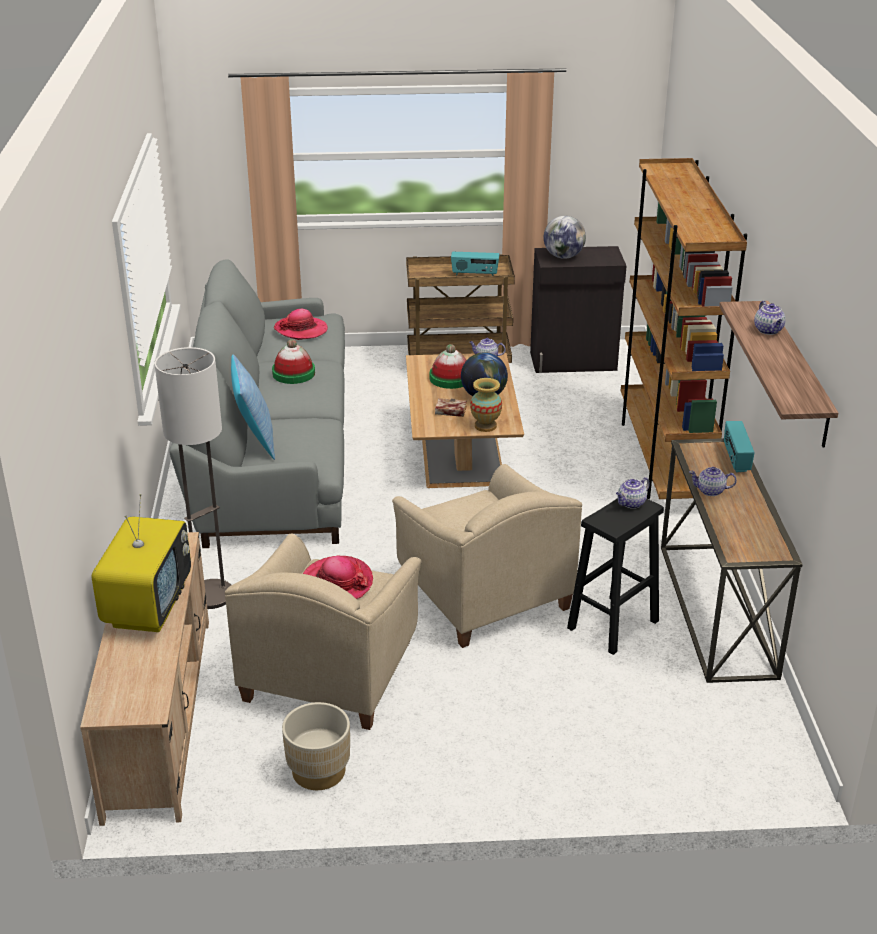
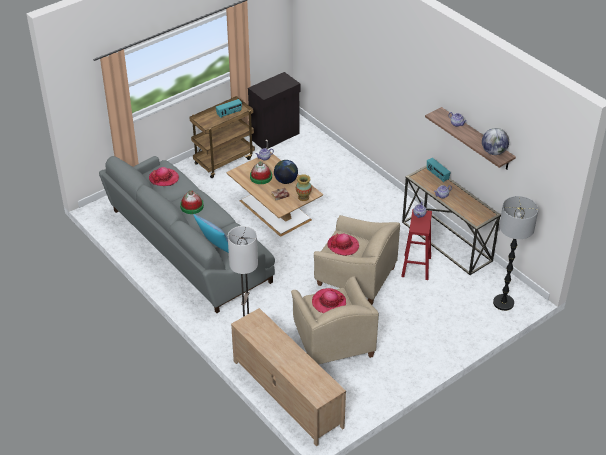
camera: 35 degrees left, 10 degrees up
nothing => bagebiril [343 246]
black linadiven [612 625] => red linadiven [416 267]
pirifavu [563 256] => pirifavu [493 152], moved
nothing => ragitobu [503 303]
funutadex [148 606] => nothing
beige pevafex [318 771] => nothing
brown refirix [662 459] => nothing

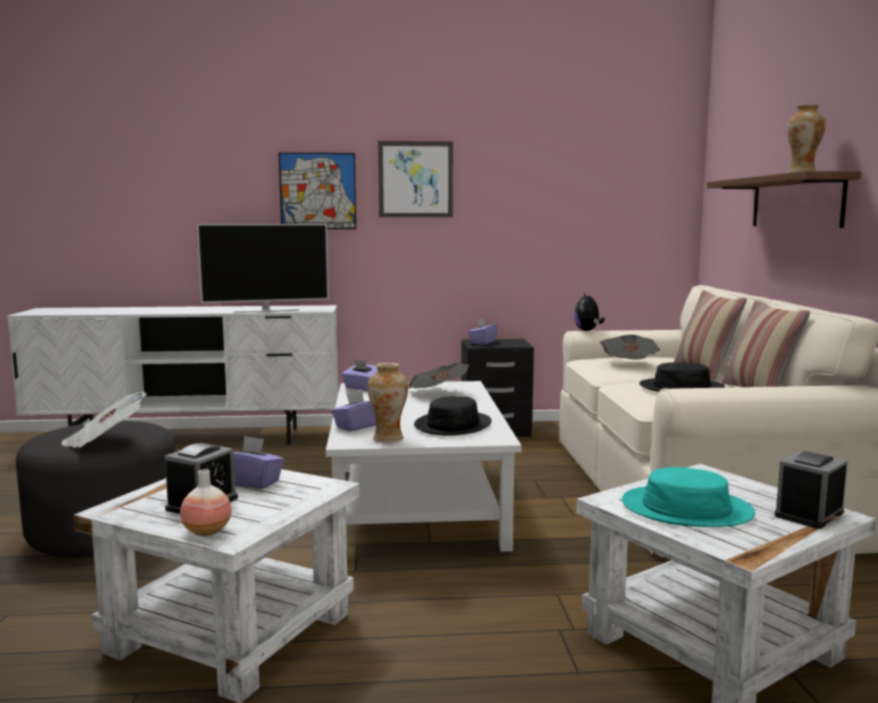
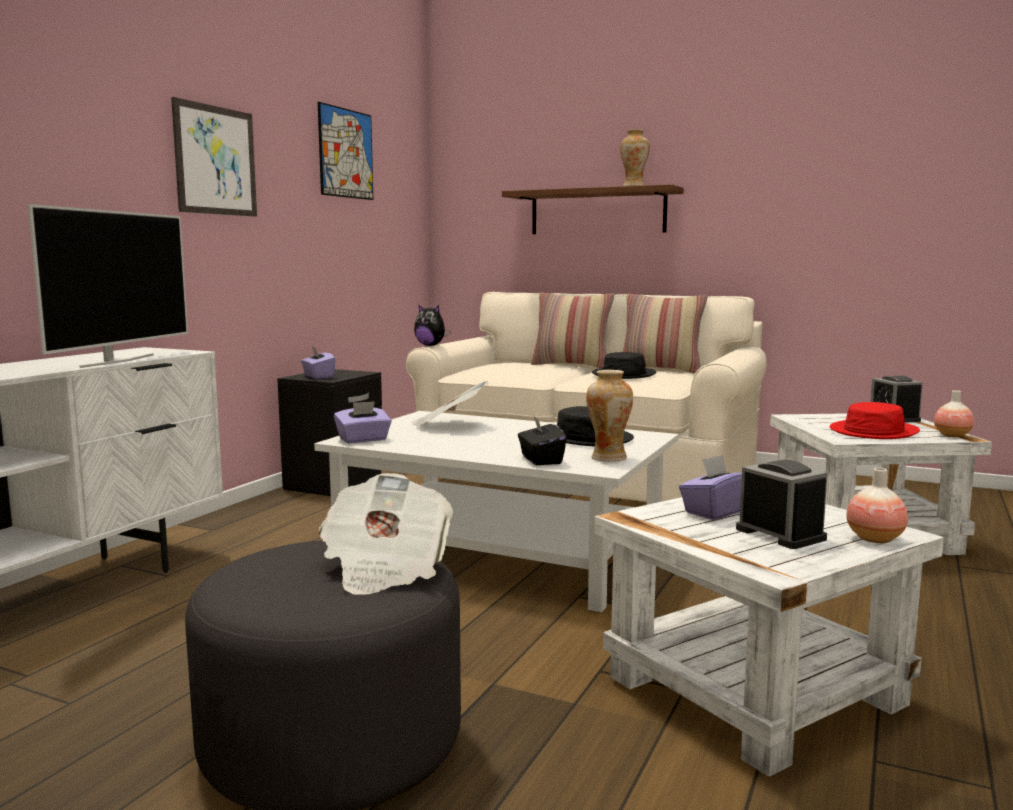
camera: 60 degrees left, 0 degrees up
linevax [318 191] => linevax [346 153], moved
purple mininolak [357 426] => black mininolak [540 460]
turquoise bagebiril [686 509] => red bagebiril [873 431]
nothing => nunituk [952 435]
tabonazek [629 364] => nothing

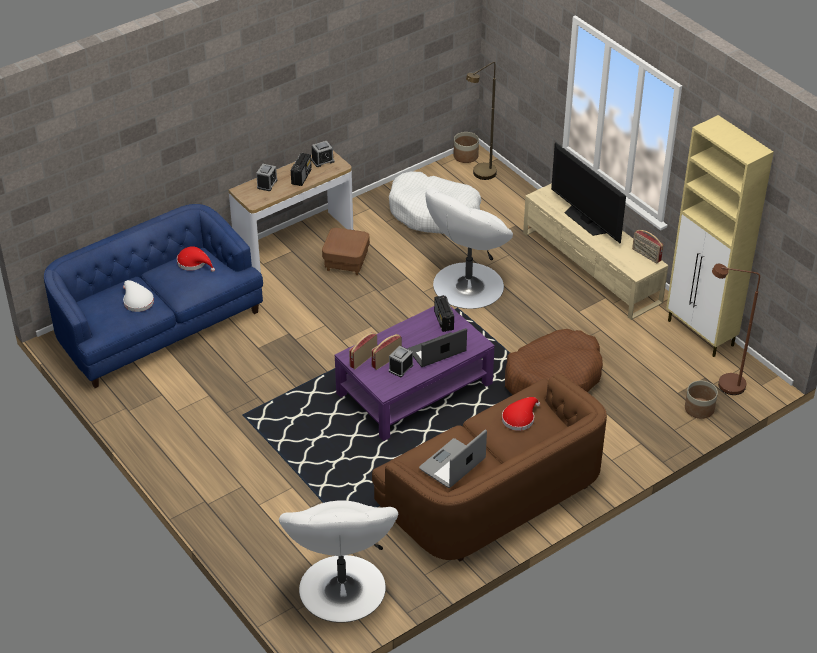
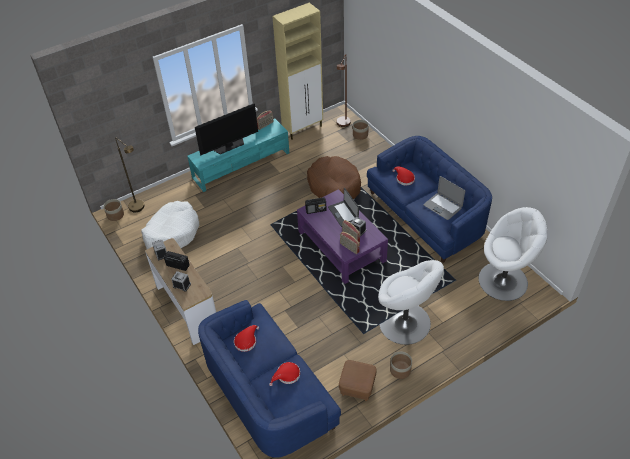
camera: 85 degrees left, 5 degrees up
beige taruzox [591 267] => turquoise taruzox [242 165]
white bagebiril [137 301] => red bagebiril [286 375]
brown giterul [346 263] => brown giterul [357 387], moved
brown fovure [493 495] => blue fovure [426 215]
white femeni [467 286] => white femeni [405 323], moved
nothing => pevafex [400 370]

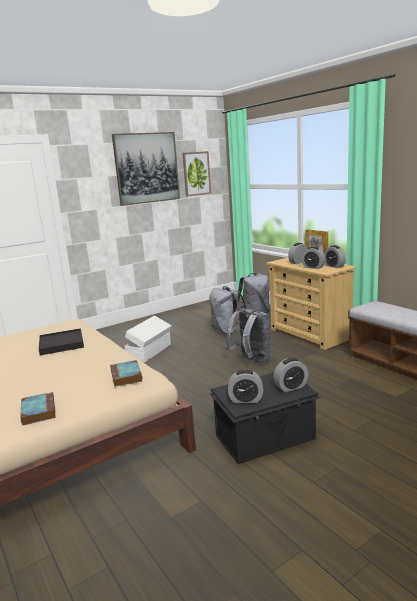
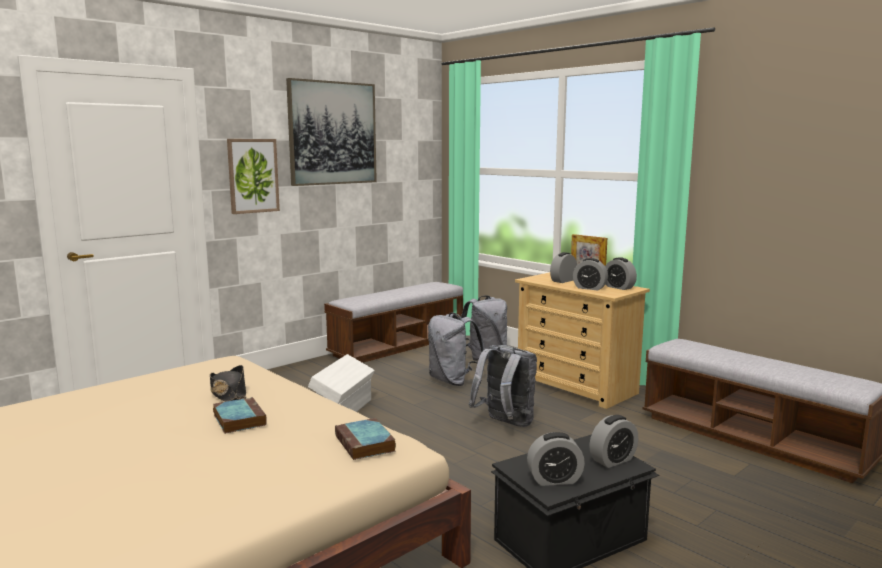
camera: 10 degrees left, 5 degrees down
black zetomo [62 344] => black bagebiril [228 393]
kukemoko [38 411] => kukemoko [238 419], moved
linevax [196 173] => linevax [253 176], moved
nothing => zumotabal [398 346]

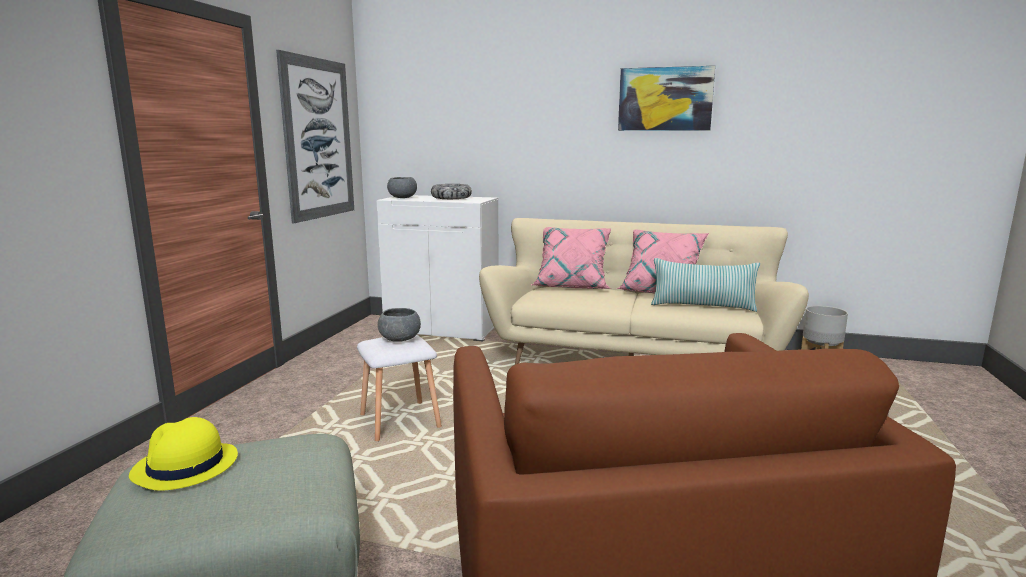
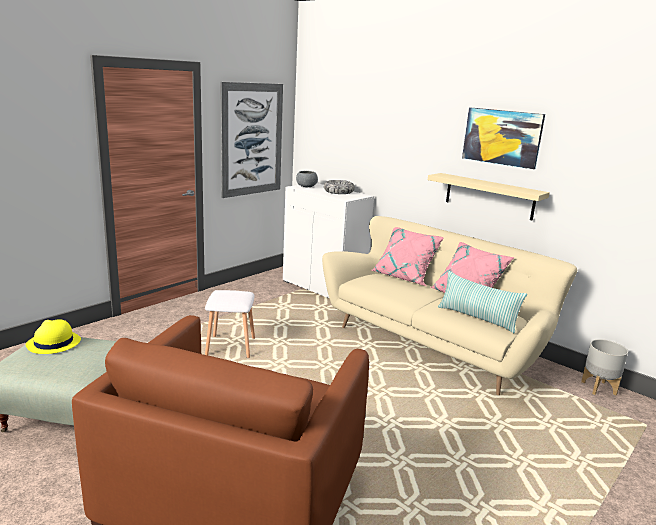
camera: 25 degrees right, 5 degrees up
nothing => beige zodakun [489 196]
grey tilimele [400 339] => nothing

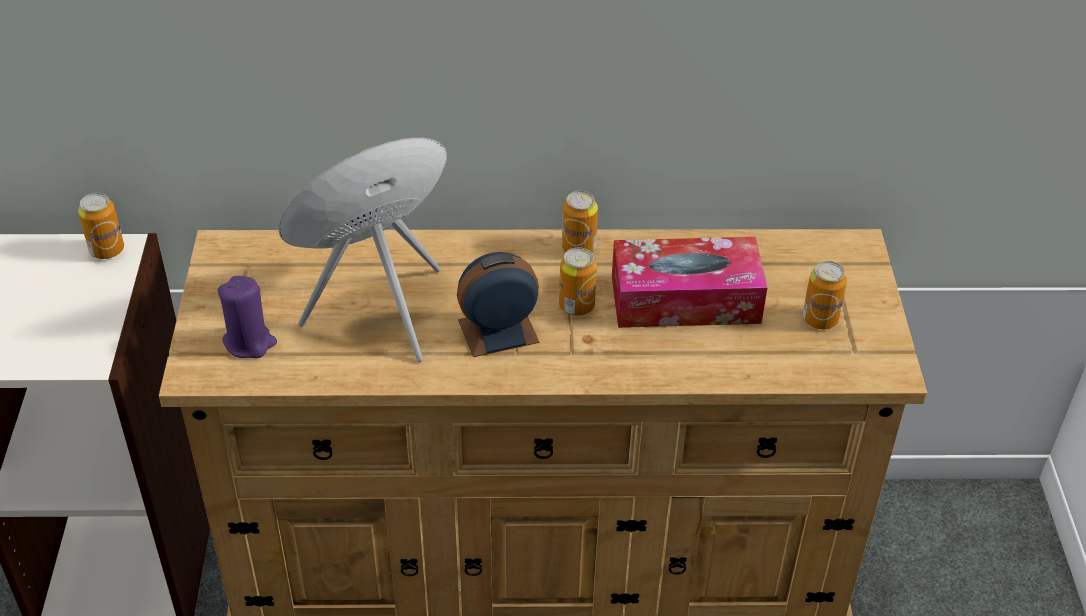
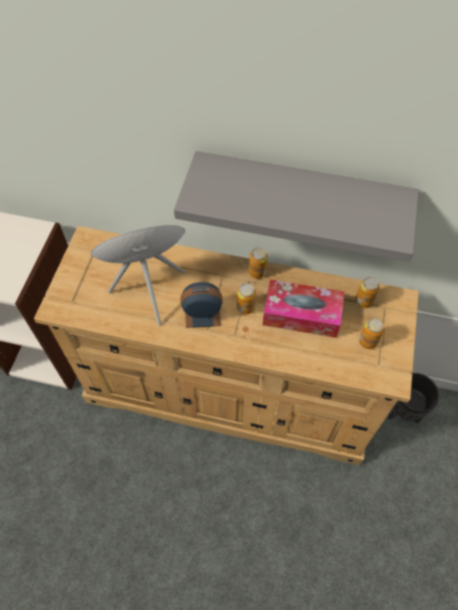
camera: 15 degrees right, 15 degrees up
nothing => grey zodakun [300 195]
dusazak [107 250] => dusazak [364 301], moved
nothing => black pevafex [403 412]
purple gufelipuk [249 342] => nothing

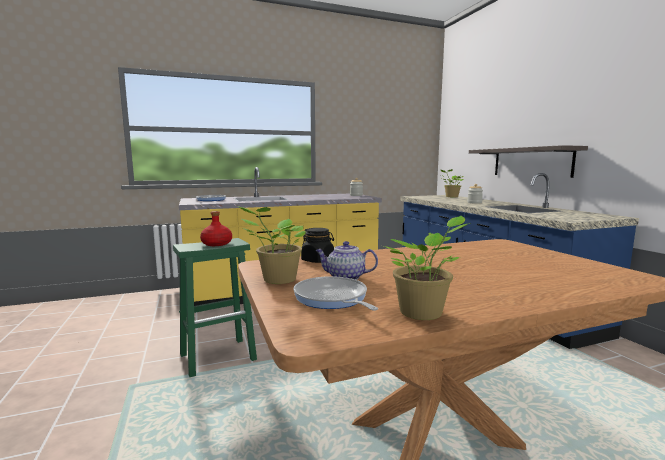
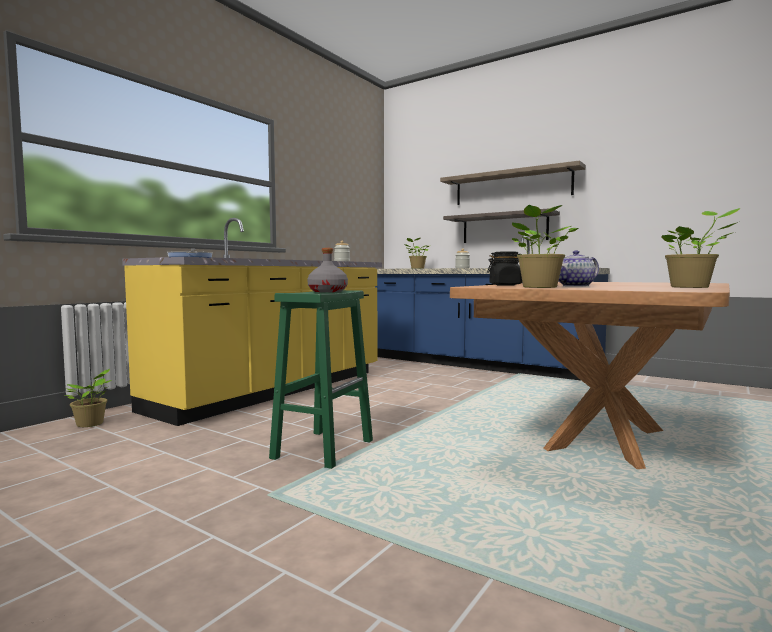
camera: 35 degrees left, 5 degrees down
nothing => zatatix [91 424]
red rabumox [217 244] => grey rabumox [328 291]
nothing => zodakun [512 186]
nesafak [332 299] => nothing

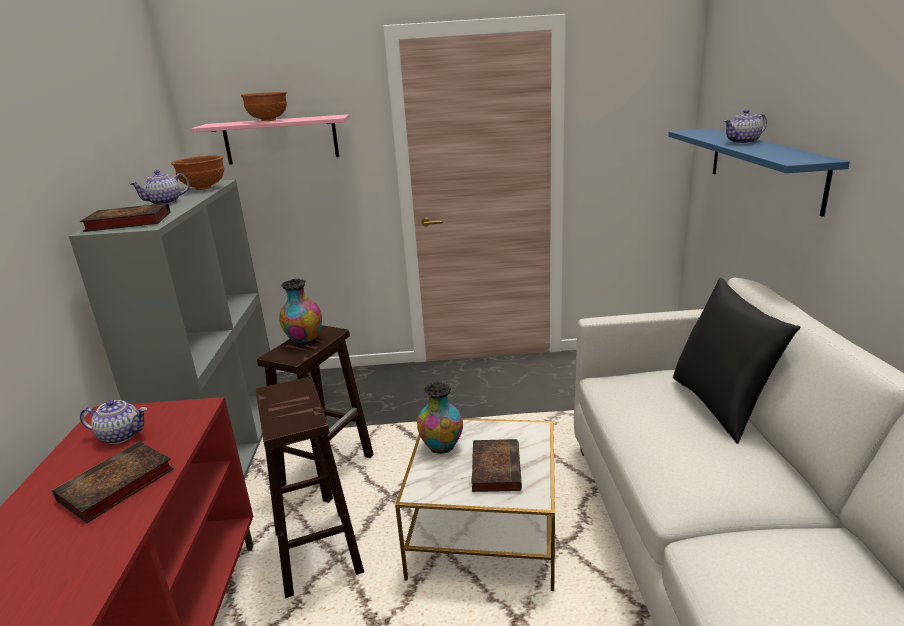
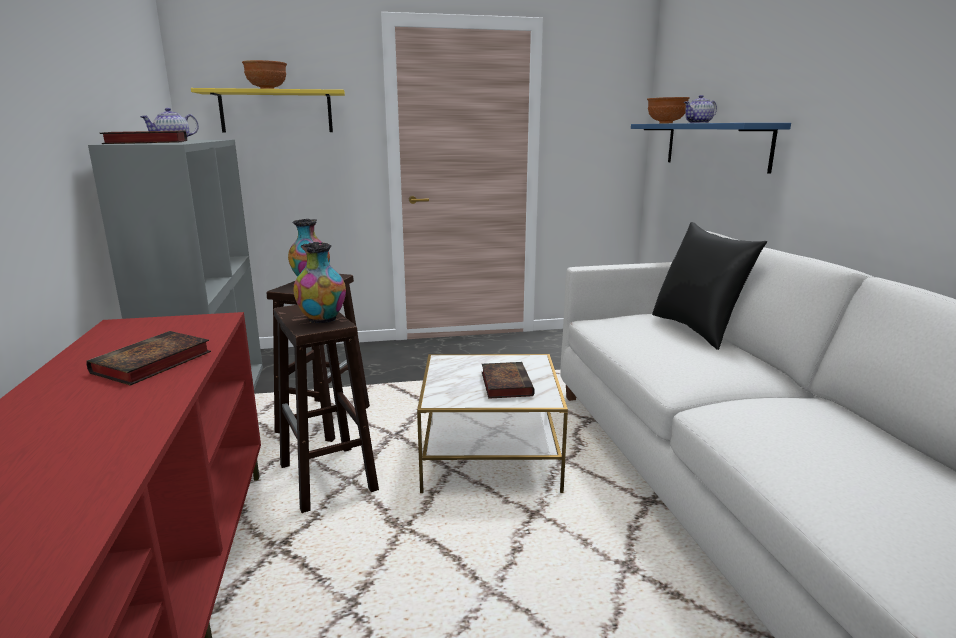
camera: 10 degrees left, 5 degrees down
pink zodakun [281 140] => yellow zodakun [276 112]
nunituk [441 447] => nunituk [322 319], moved
brown tilimele [203 188] => brown tilimele [665 123], moved
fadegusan [121 435] => nothing

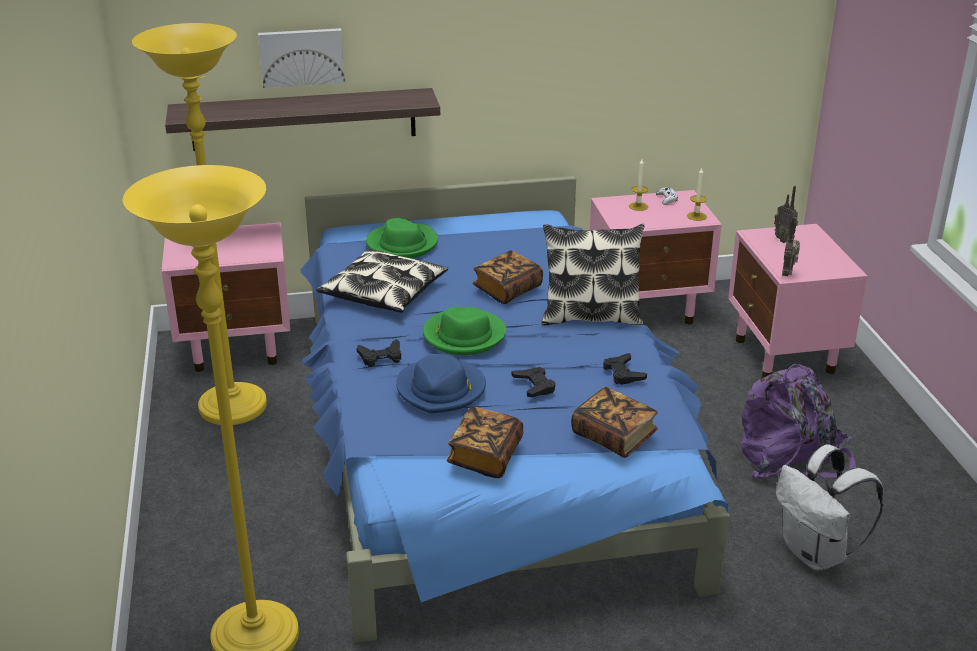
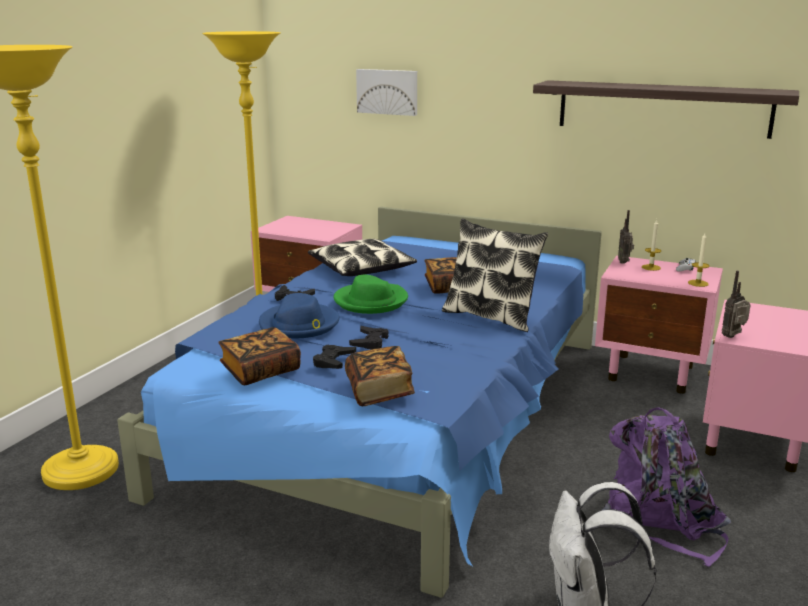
camera: 35 degrees right, 10 degrees down
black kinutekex [623 373] => black kinutekex [333 361], moved
zodakun [304 119] => zodakun [663 108], moved
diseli [784 240] => diseli [624 262], moved
green bagebiril [402 244] => nothing

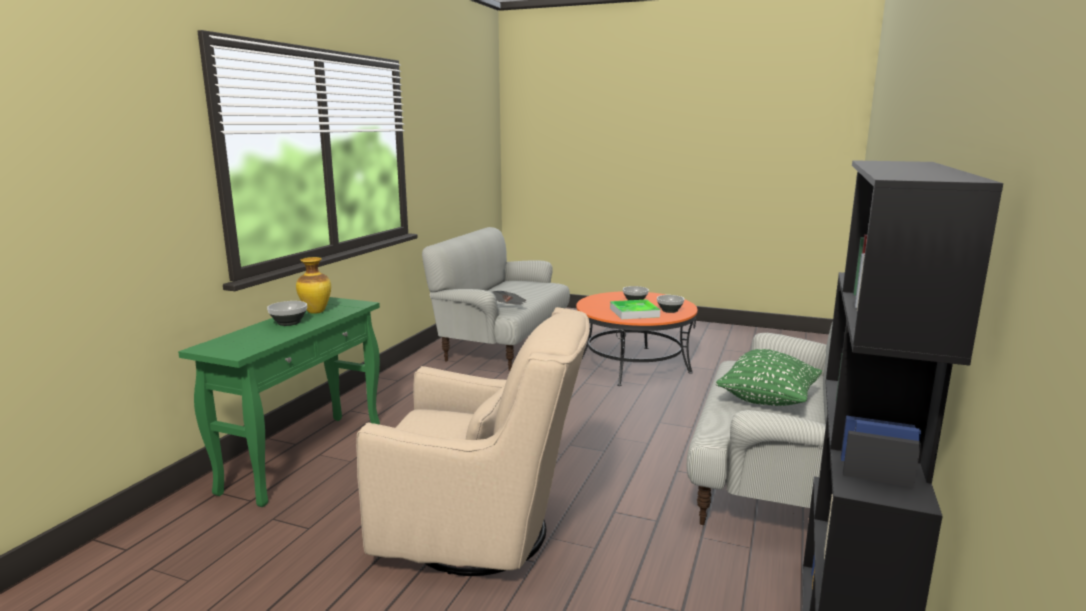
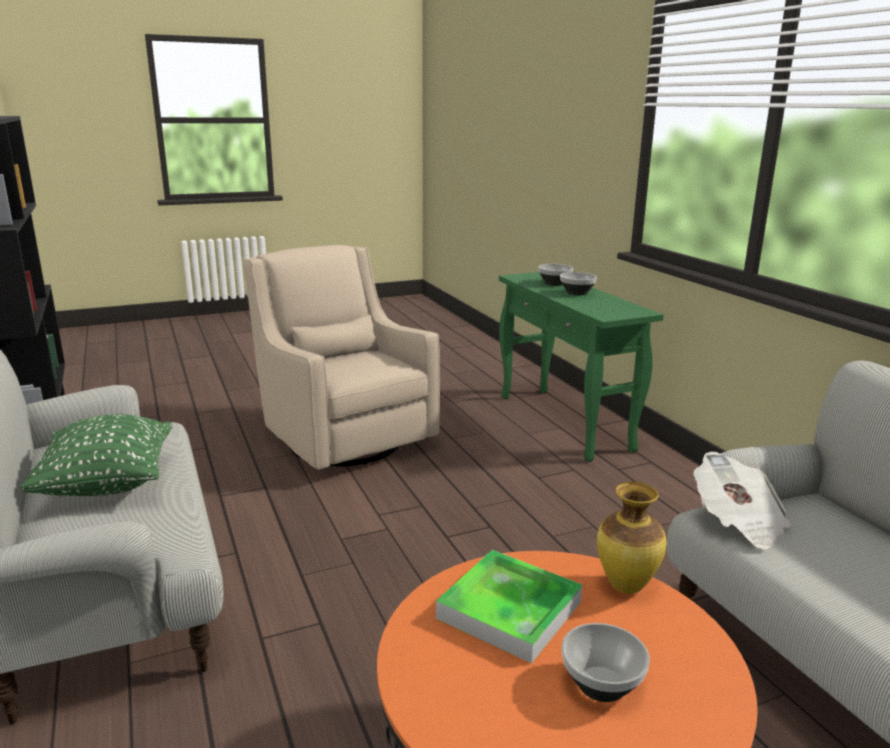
camera: 135 degrees right, 5 degrees up
beige femeni [485 533] => beige femeni [343 438], 90 degrees clockwise
tilimele [669 310] => tilimele [555 283], moved
nunituk [316 312] => nunituk [627 586], moved

